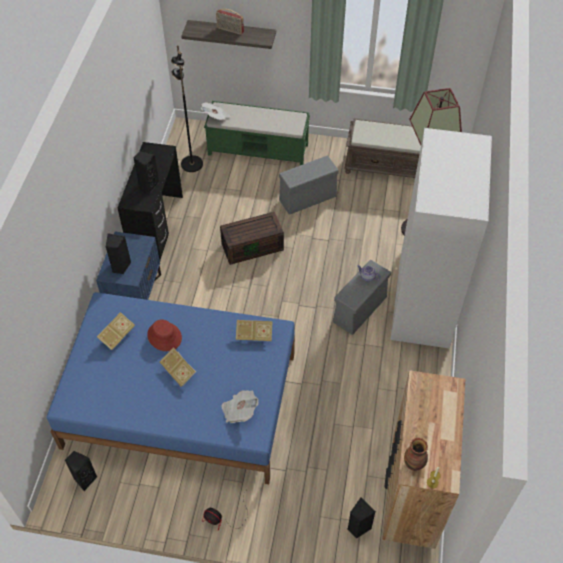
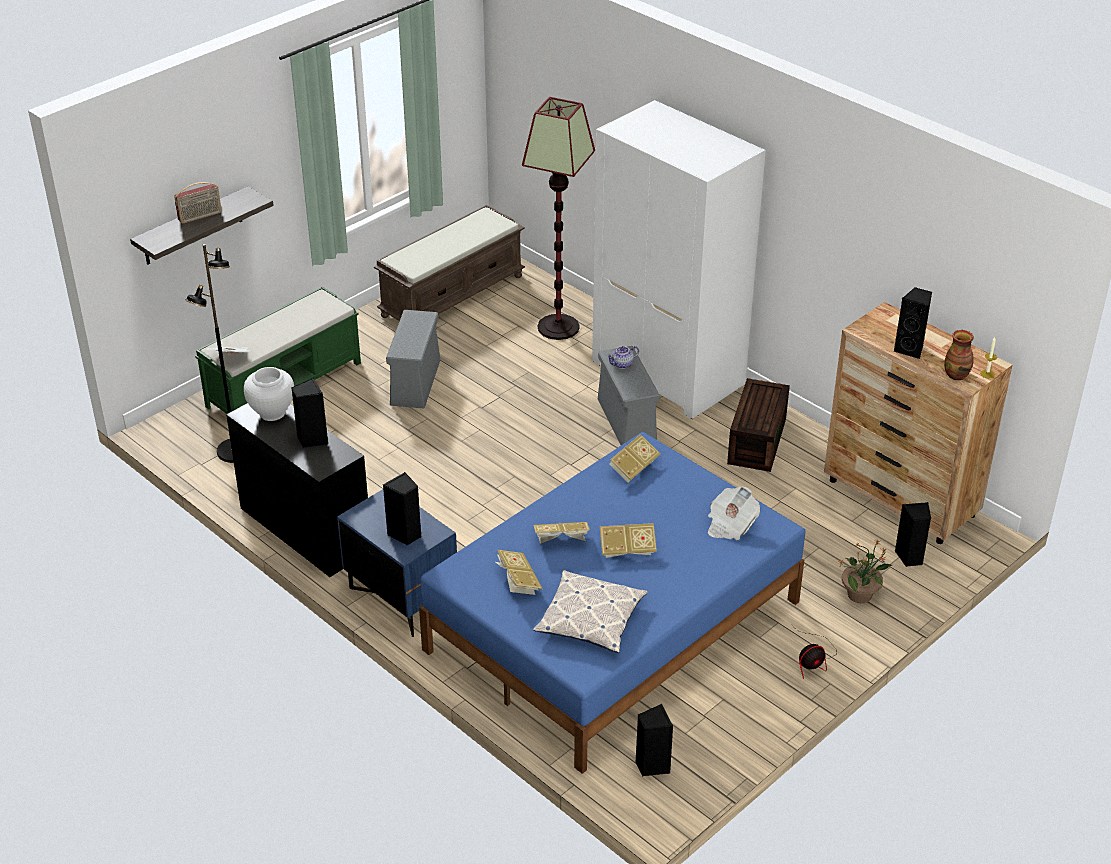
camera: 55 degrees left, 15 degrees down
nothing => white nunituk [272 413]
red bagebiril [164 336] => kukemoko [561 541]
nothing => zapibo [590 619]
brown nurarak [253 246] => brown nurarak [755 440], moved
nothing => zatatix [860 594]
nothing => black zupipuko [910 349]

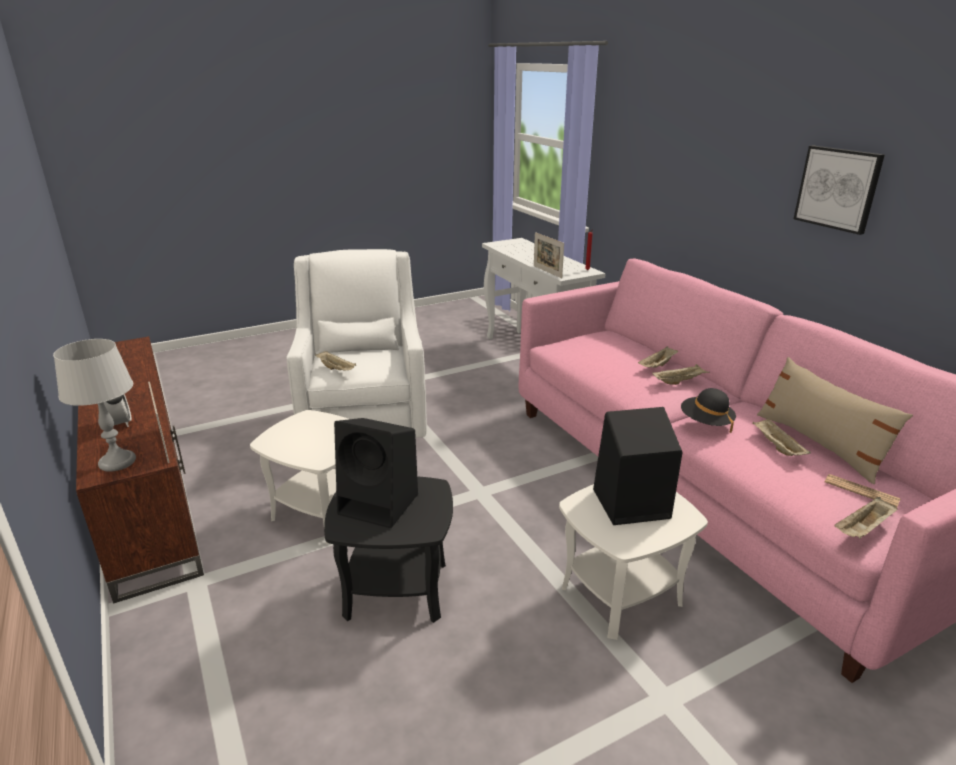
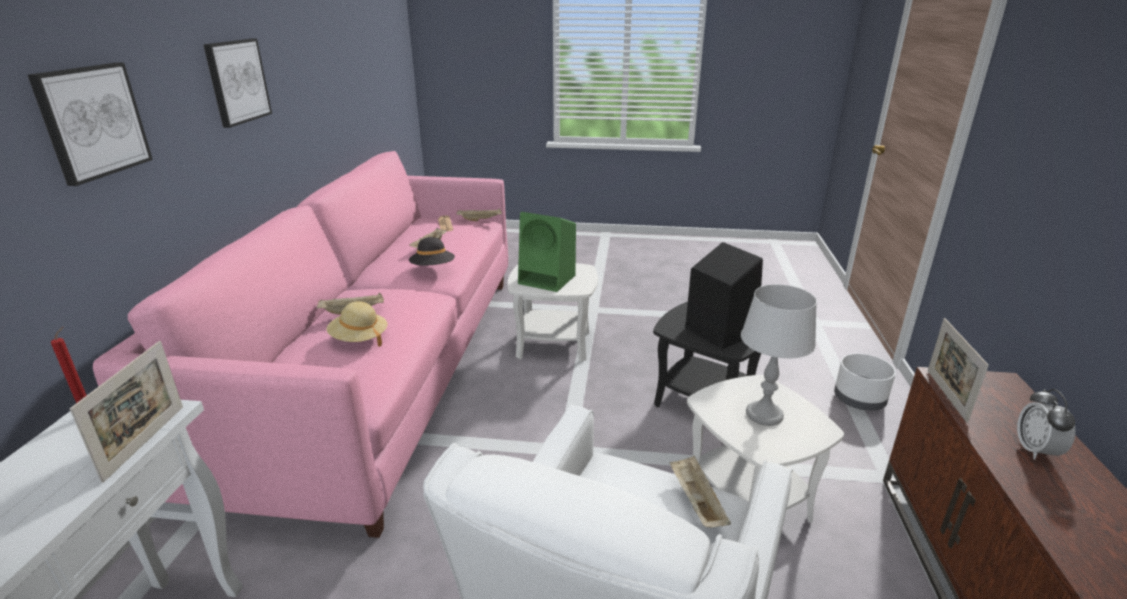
camera: 145 degrees left, 0 degrees up
nothing => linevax [92 121]
nothing => beige bagebiril [359 339]
black zupipuko [629 504] => green zupipuko [548 279]
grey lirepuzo [117 462] => grey lirepuzo [764 415], moved
nothing => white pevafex [858 400]
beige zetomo [679 381] => nothing
beige zapibo [819 444] => nothing

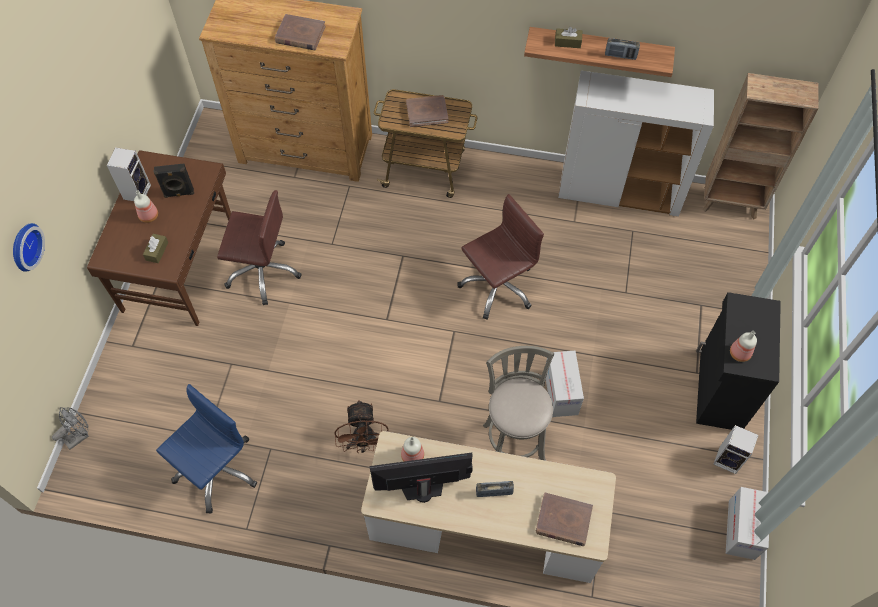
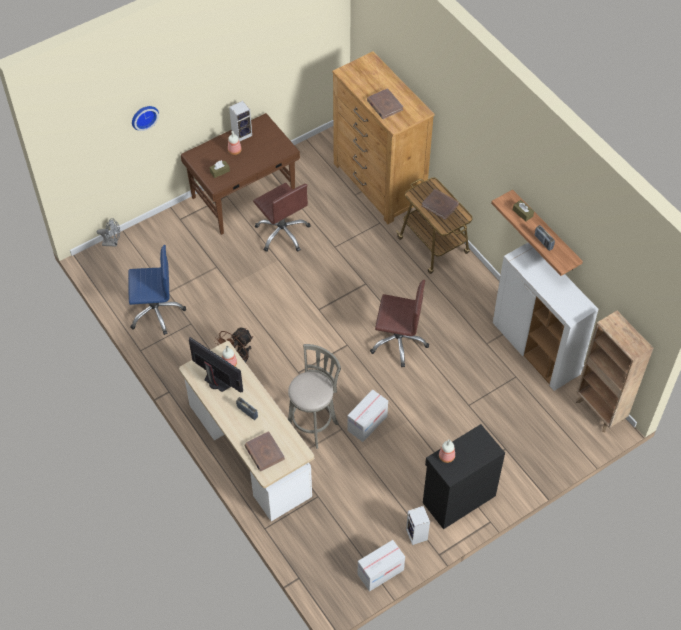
camera: 45 degrees right, 5 degrees down
black zupipuko [179 194] => nothing

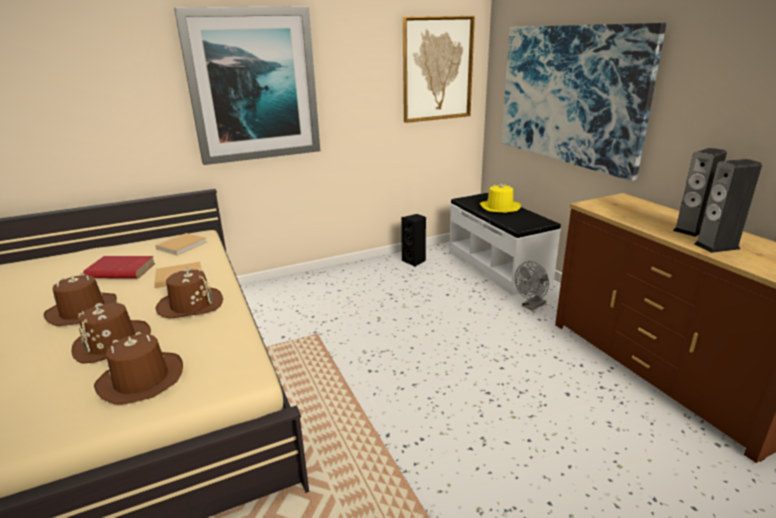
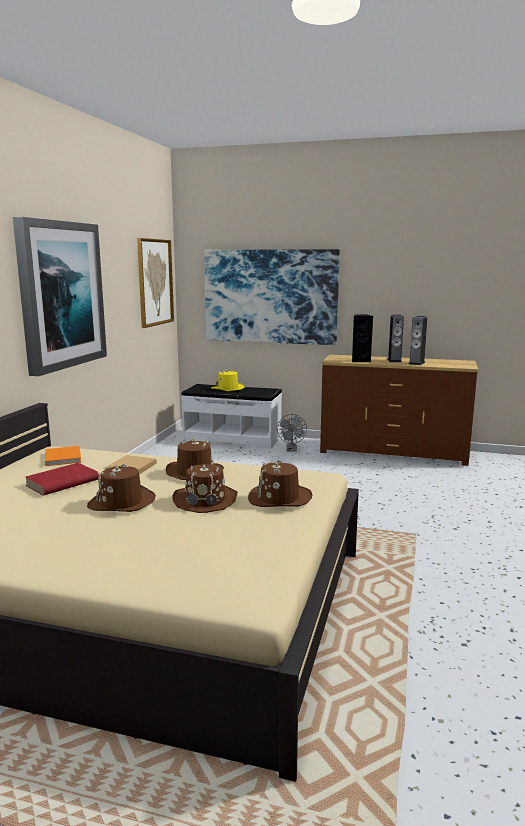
camera: 50 degrees left, 10 degrees down
beige kukemoko [183 245] => orange kukemoko [63 457]
black zupipuko [414 261] => black zupipuko [360 360], moved

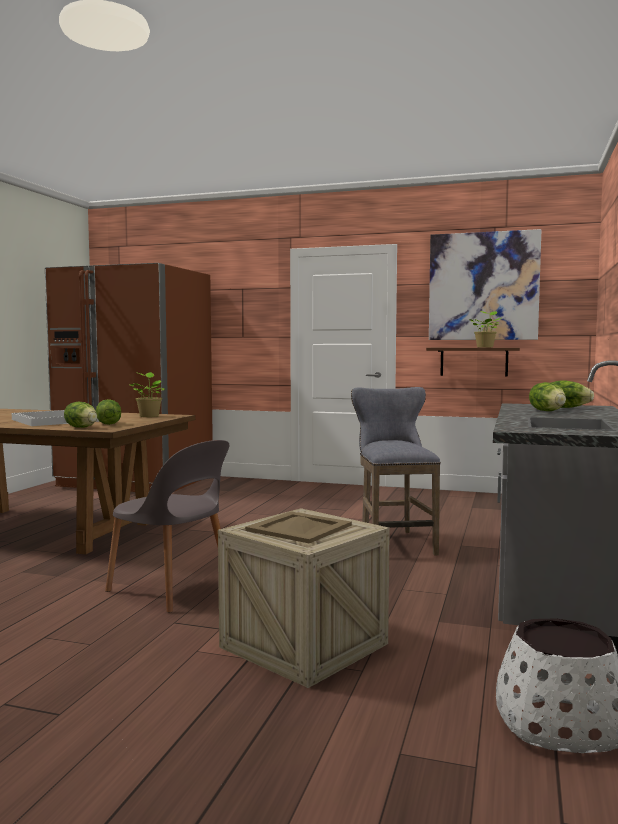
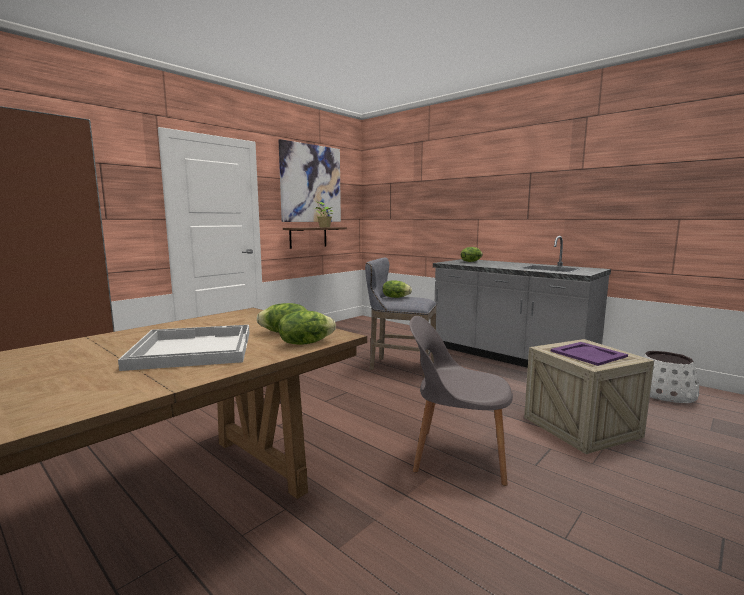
camera: 65 degrees left, 5 degrees up
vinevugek [548 411] => vinevugek [396 297], moved
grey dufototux [172 589] => grey dufototux [457 456], 135 degrees counterclockwise
beige zetomo [299 528] => purple zetomo [589 354]
zatatix [149 416] => nothing

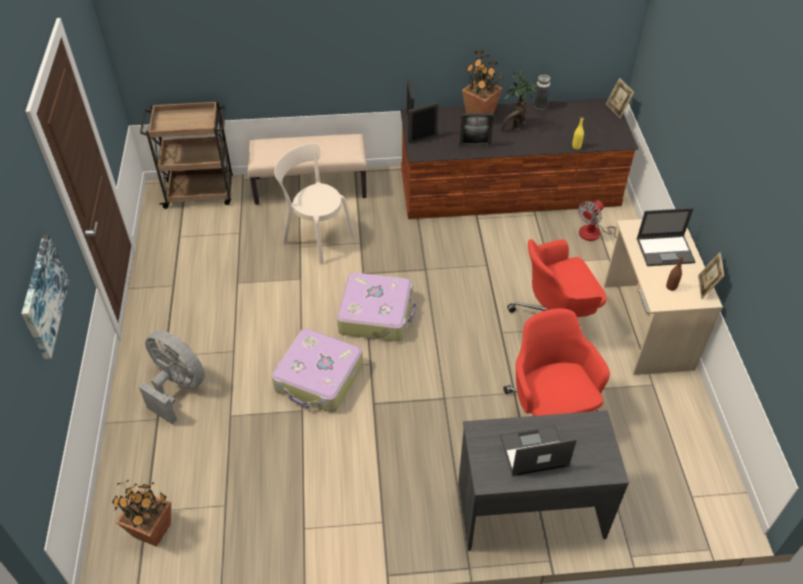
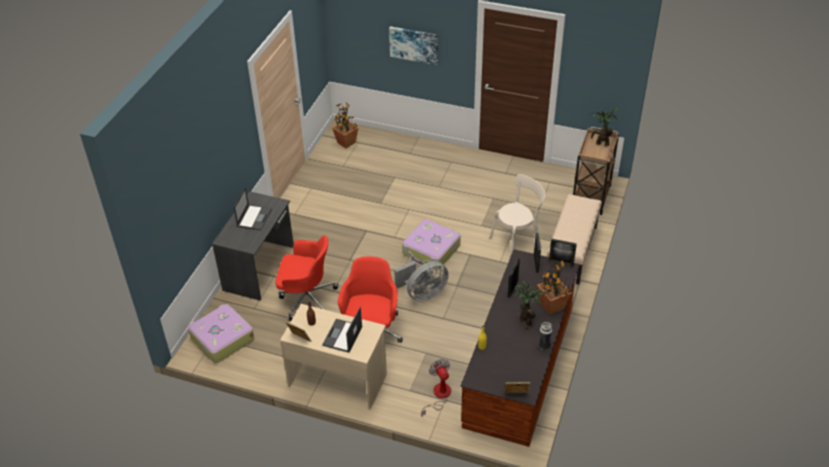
camera: 115 degrees right, 5 degrees down
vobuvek [319 378] => vobuvek [221 339], moved
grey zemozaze [177 387] => grey zemozaze [423 294], moved
nothing => zatatix [600 143]

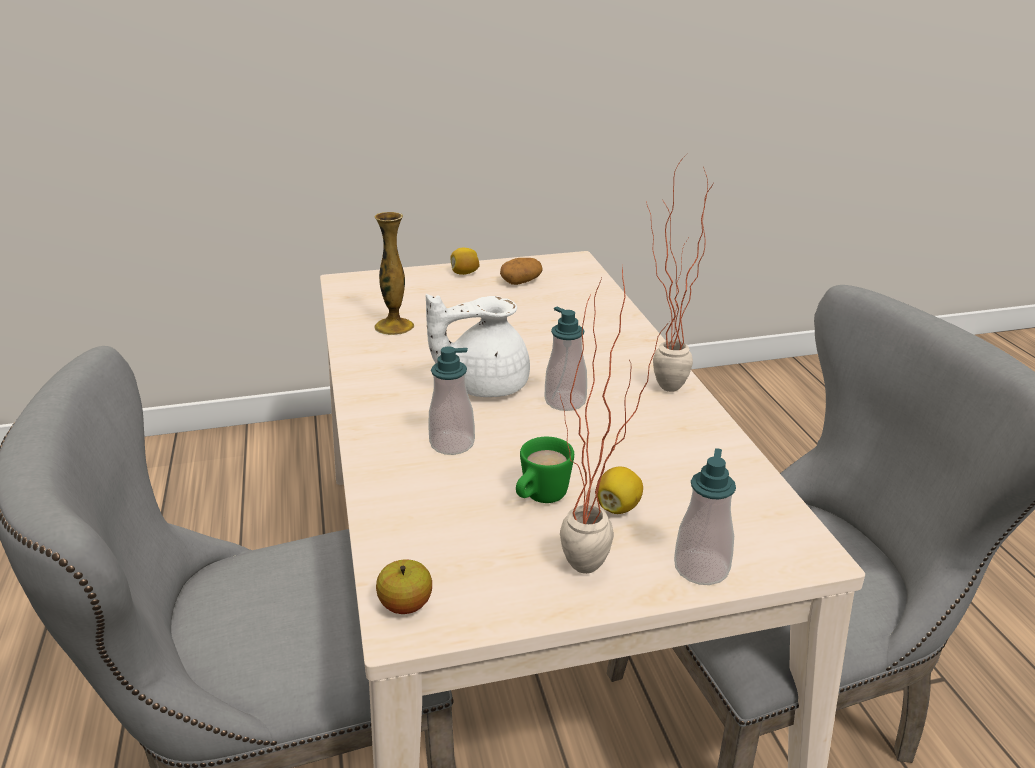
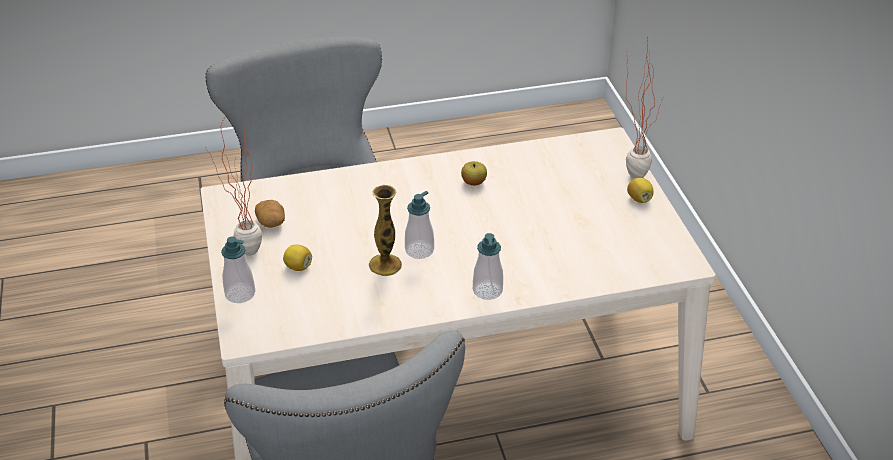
camera: 90 degrees right, 10 degrees up
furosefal [521 281] => furosefal [271 222], moved
nunituk [394 326] => nunituk [385 265], moved
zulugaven [406 605] => zulugaven [473 182], moved
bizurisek [452 443] => bizurisek [487 290], moved
zatatix [659 390] => zatatix [632 172], moved
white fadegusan [484 385] => nothing
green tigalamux [540 498] => nothing

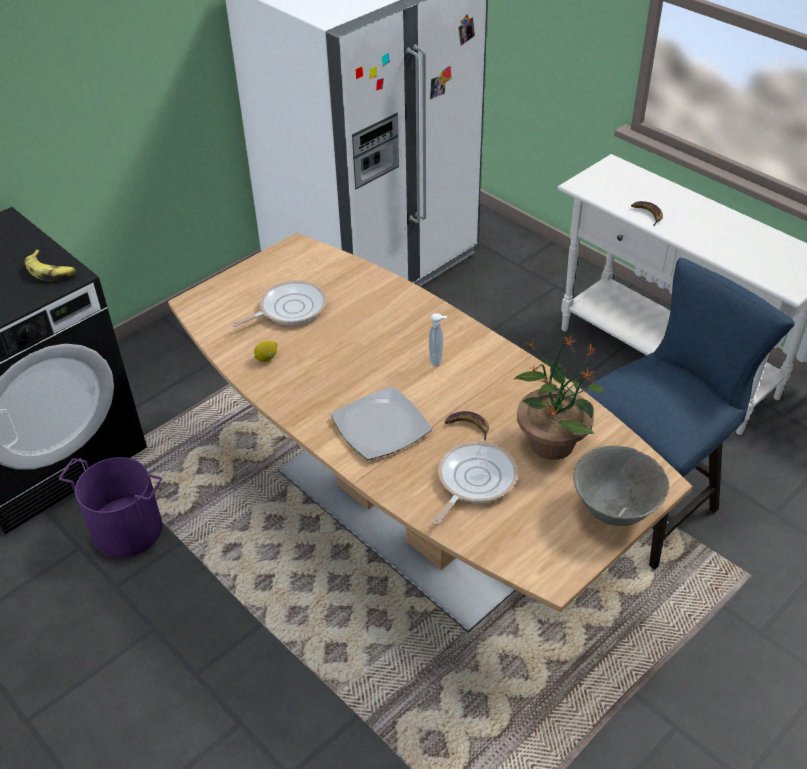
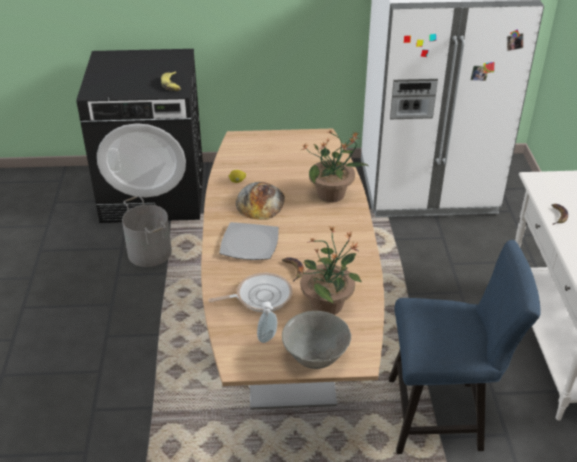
camera: 40 degrees right, 5 degrees down
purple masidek [127 528] => grey masidek [150 252]
nothing => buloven [260 202]
bizurisek [437 360] => bizurisek [268 338], moved
nothing => zatatix [332 194]
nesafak [289 309] => nothing

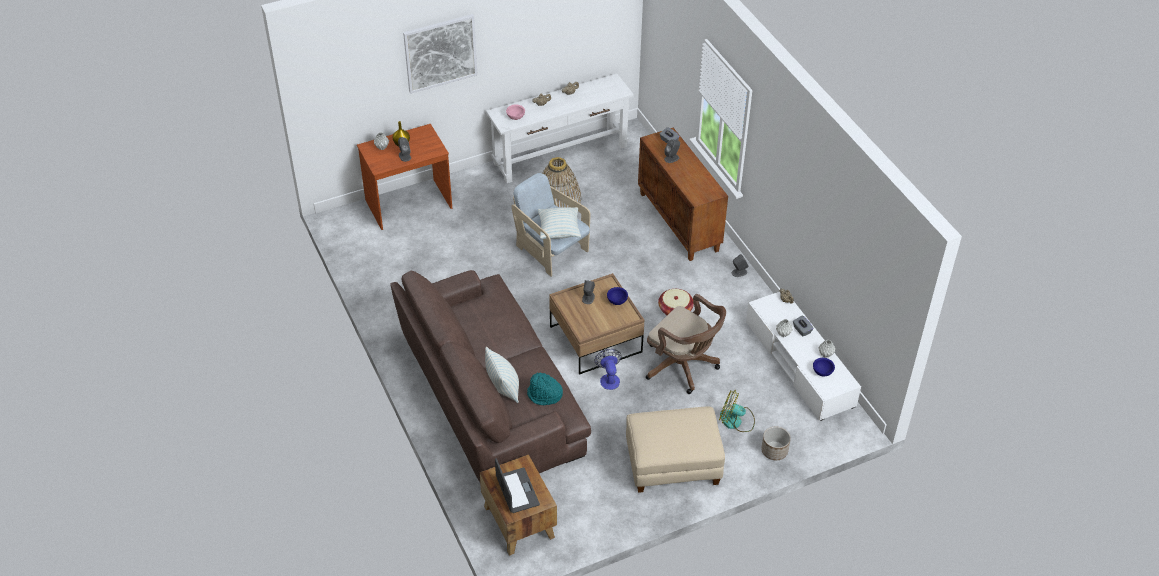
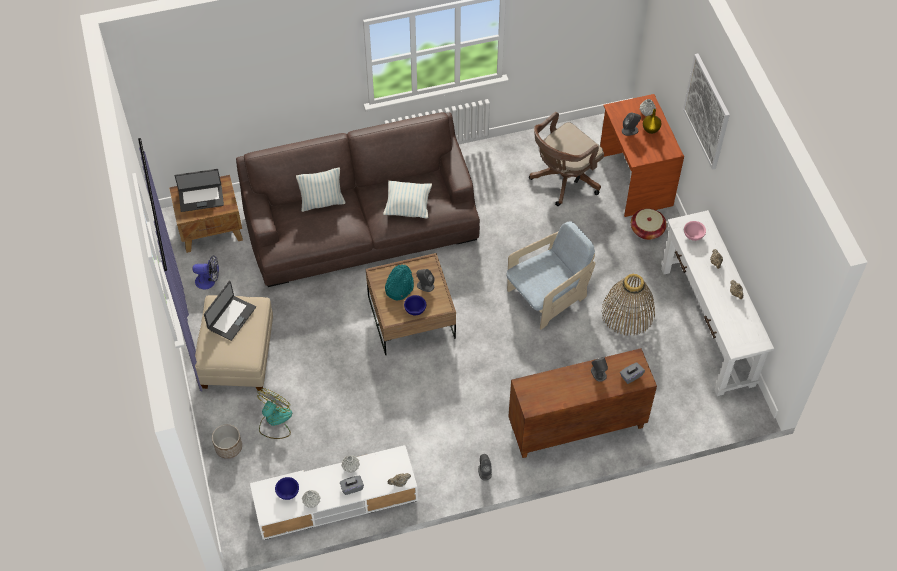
camera: 100 degrees right, 10 degrees up
zemozaze [609 378] => zemozaze [209 281], moved
nothing => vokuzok [231 318]
zapibo [559 231] => zapibo [408 206], moved
turquoise bagebiril [544 395] => turquoise bagebiril [399 287], moved
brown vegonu [683 367] => brown vegonu [563 180], moved
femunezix [675 310] => femunezix [647 230], moved

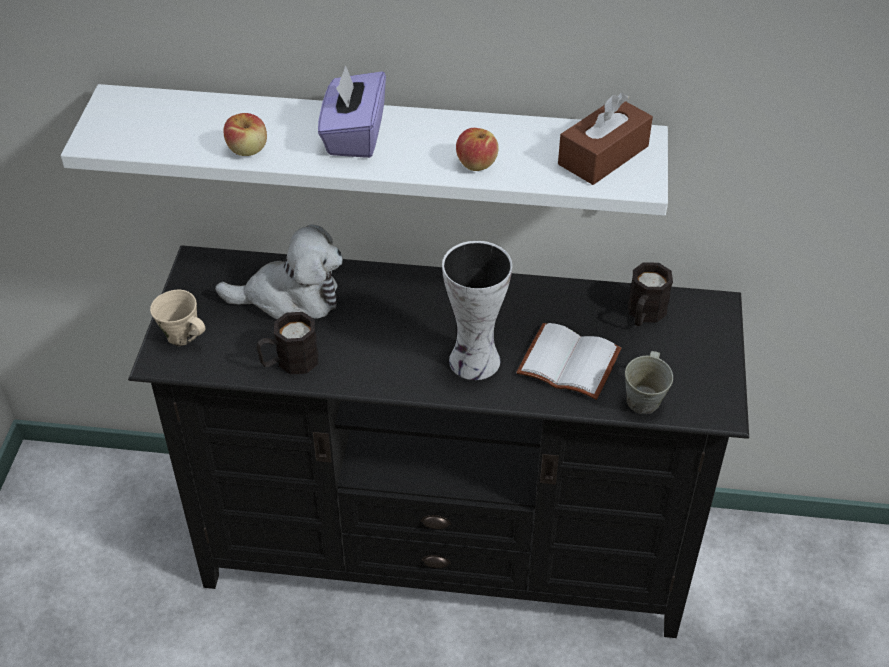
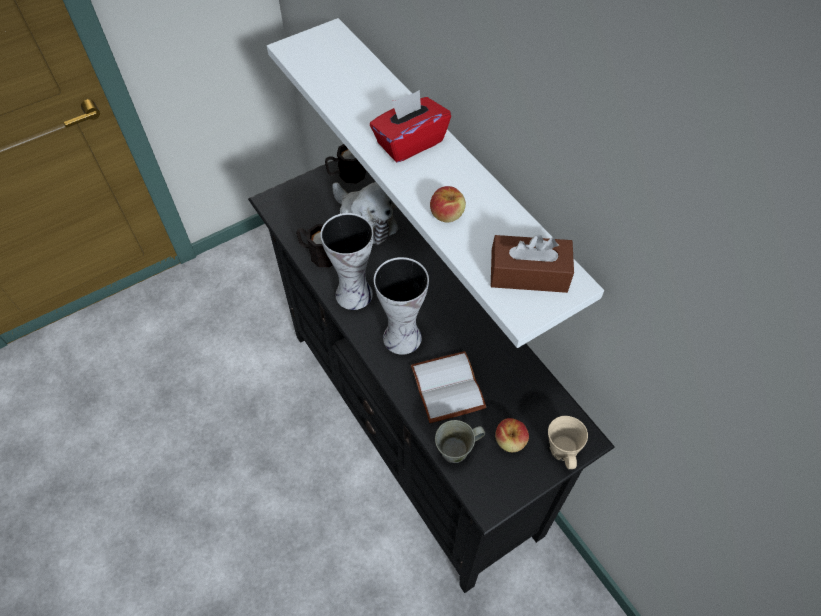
camera: 50 degrees right, 10 degrees up
nothing => nunituk [353 292]
black tigalamux [644 314] => black tigalamux [346 175], moved
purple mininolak [354 135] => red mininolak [409 142]
zulugaven [248 149] => zulugaven [510 441], moved
beige tigalamux [183 336] => beige tigalamux [562 451], moved

